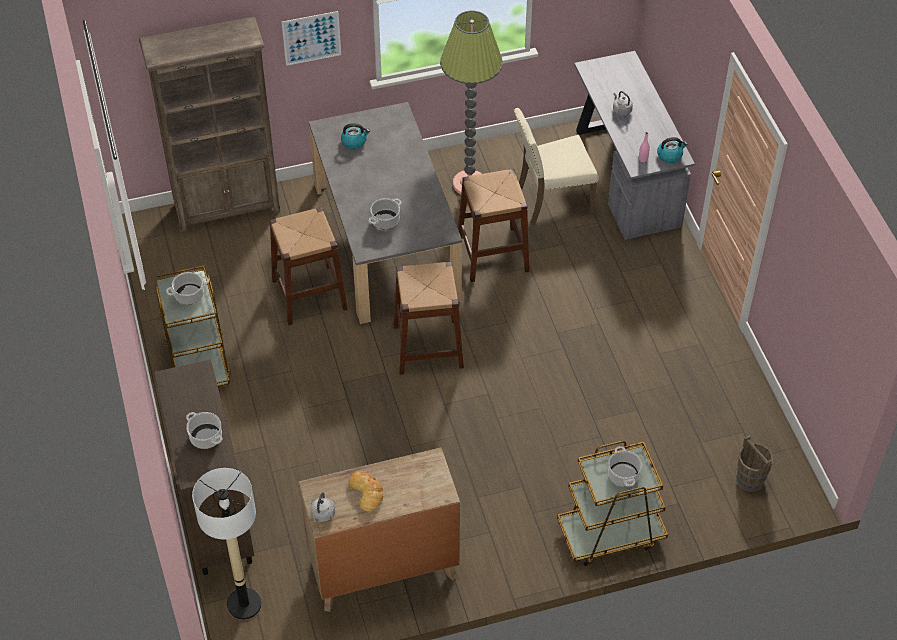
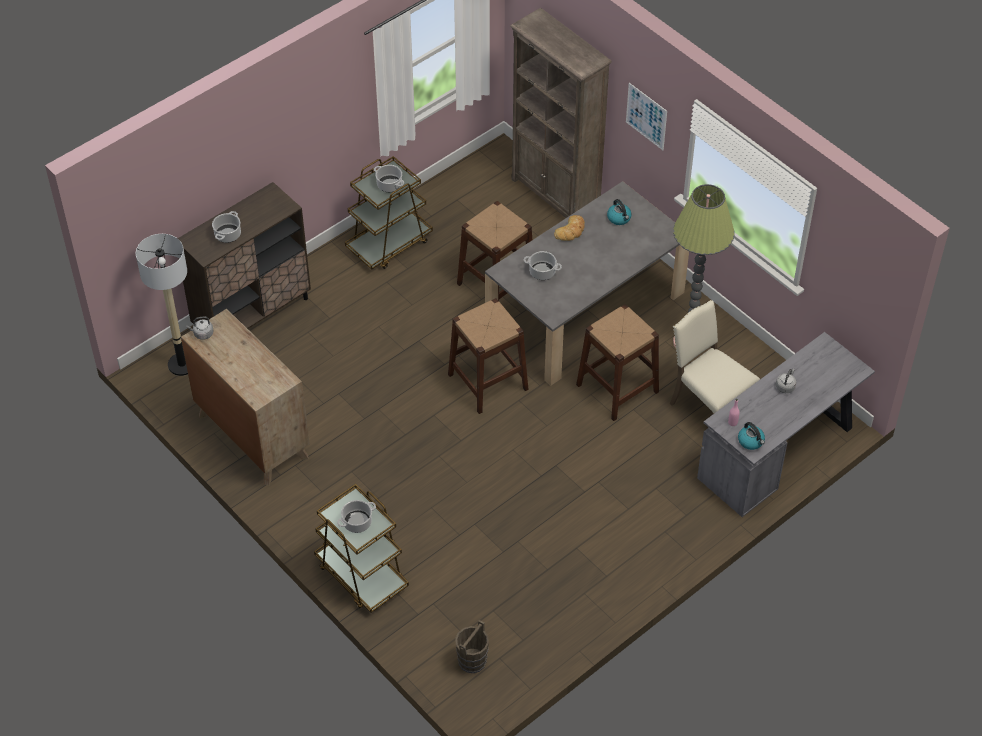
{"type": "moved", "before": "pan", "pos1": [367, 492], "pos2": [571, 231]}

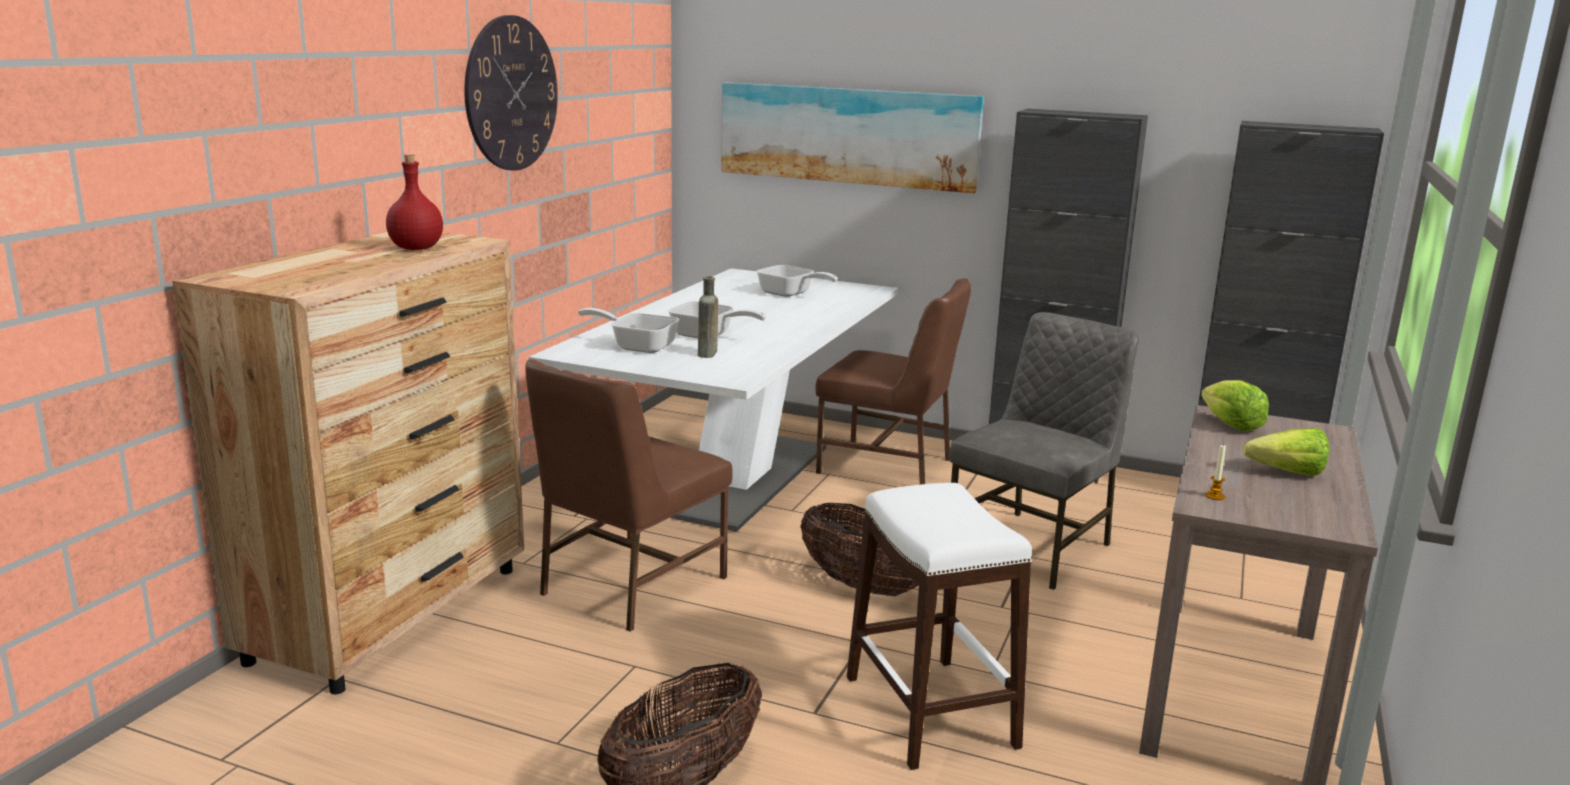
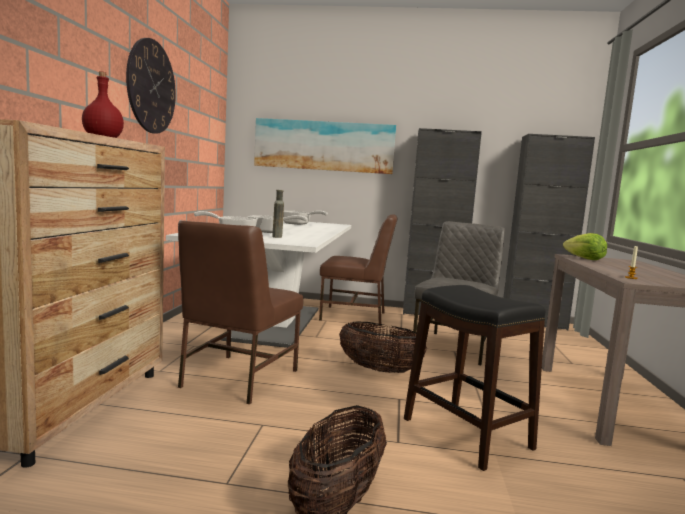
{"type": "removed", "before": "lechuga", "pos1": [1280, 472]}
{"type": "recoloured", "before": "taburete [blanco]", "after": "taburete [negro]", "pos1": [931, 711], "pos2": [467, 433]}

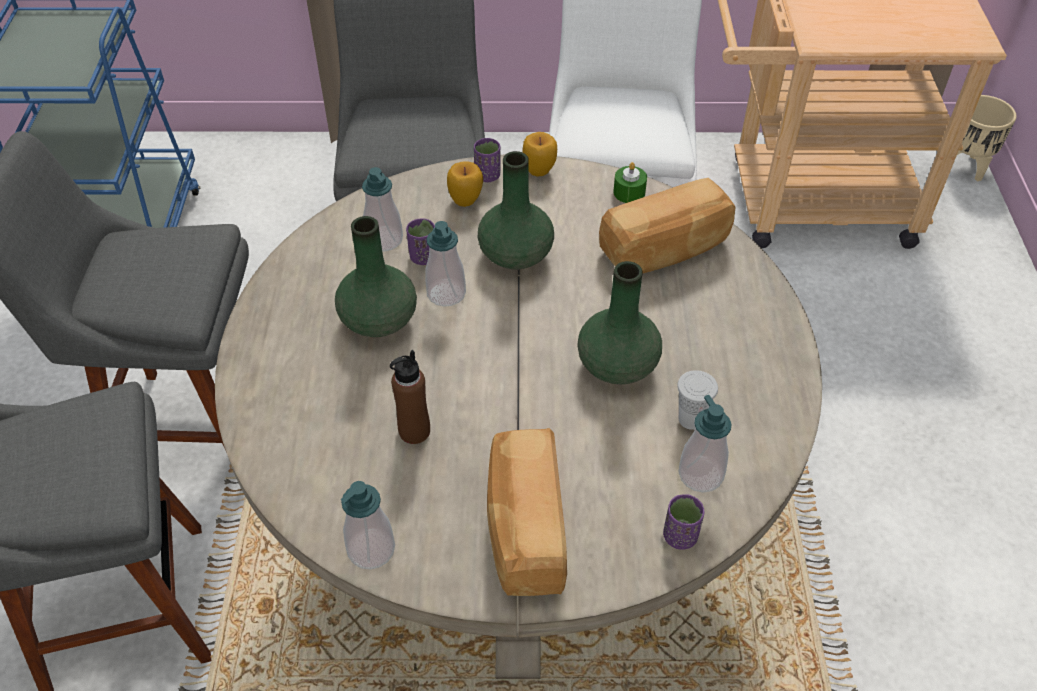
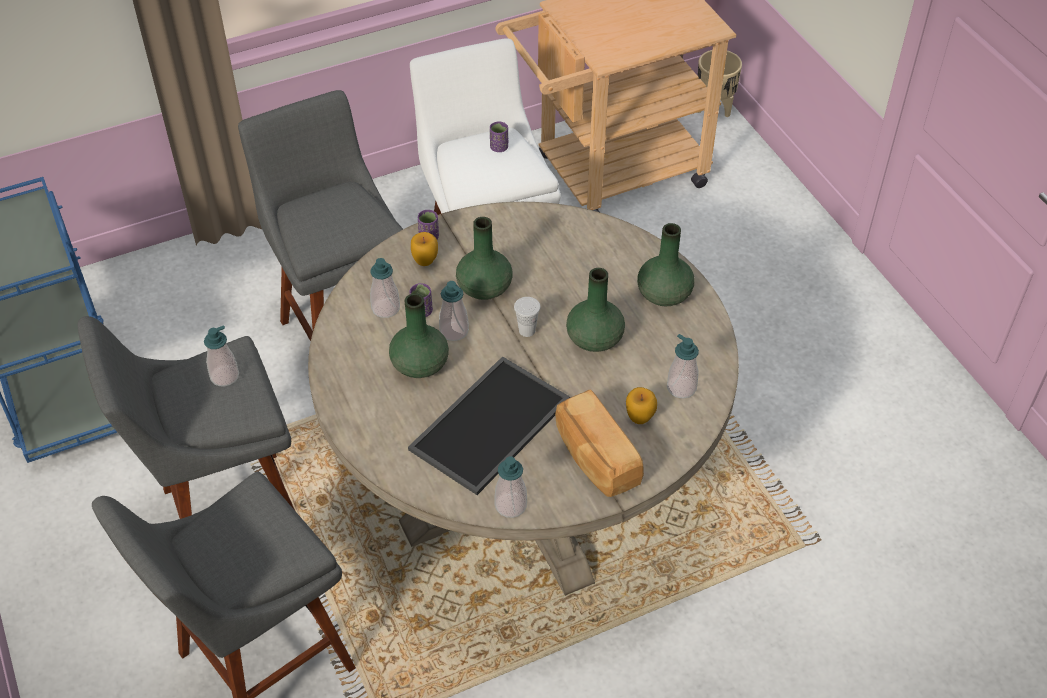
{"type": "moved", "before": "manzana", "pos1": [539, 170], "pos2": [639, 417]}
{"type": "removed", "before": "vela [verde]", "pos1": [629, 192]}
{"type": "removed", "before": "pan", "pos1": [666, 249]}
{"type": "replaced", "before": "botella [marrón]", "after": "bandeja", "pos1": [414, 431], "pos2": [491, 427]}
{"type": "moved", "before": "taza [blanco]", "pos1": [690, 419], "pos2": [527, 330]}
{"type": "moved", "before": "taza [morado]", "pos1": [680, 536], "pos2": [499, 147]}
{"type": "added", "after": "florero [verde]", "pos2": [664, 295]}
{"type": "added", "after": "dispensador de jabón", "pos2": [224, 376]}

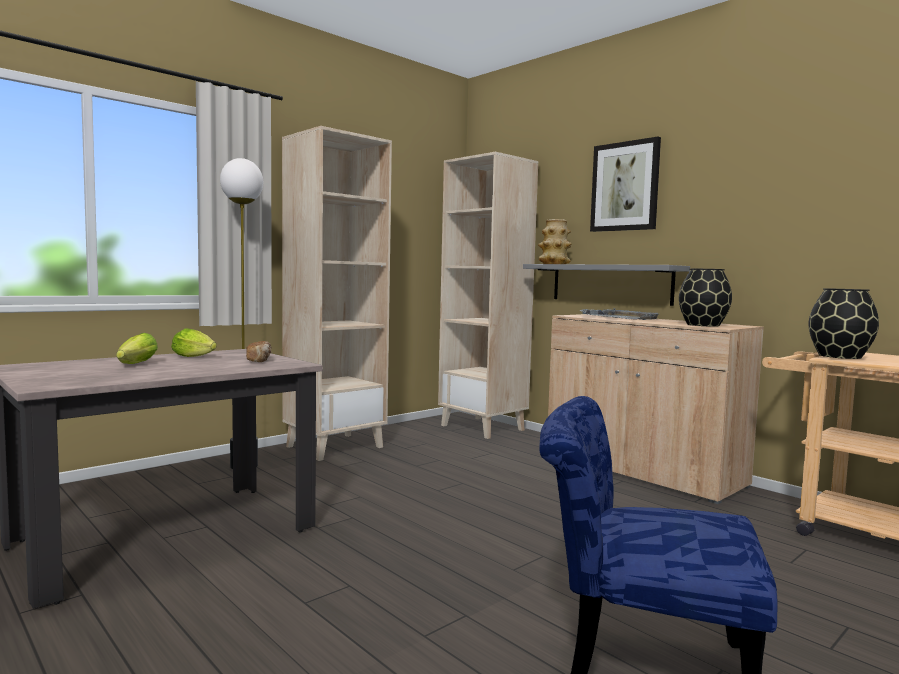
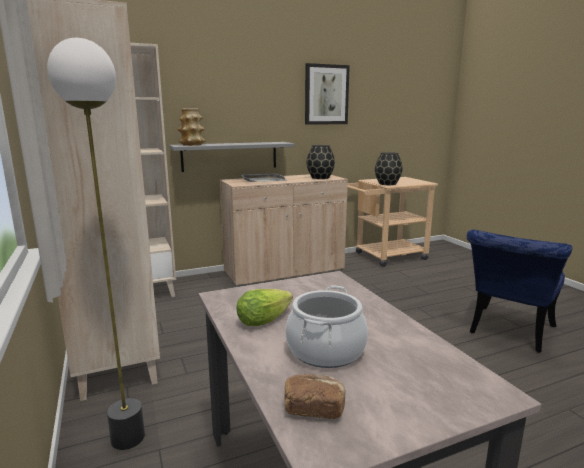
{"type": "moved", "before": "cuadro", "pos1": [625, 186], "pos2": [326, 95]}
{"type": "replaced", "before": "lechuga", "after": "olla", "pos1": [135, 364], "pos2": [325, 350]}
{"type": "moved", "before": "pan", "pos1": [259, 360], "pos2": [314, 409]}

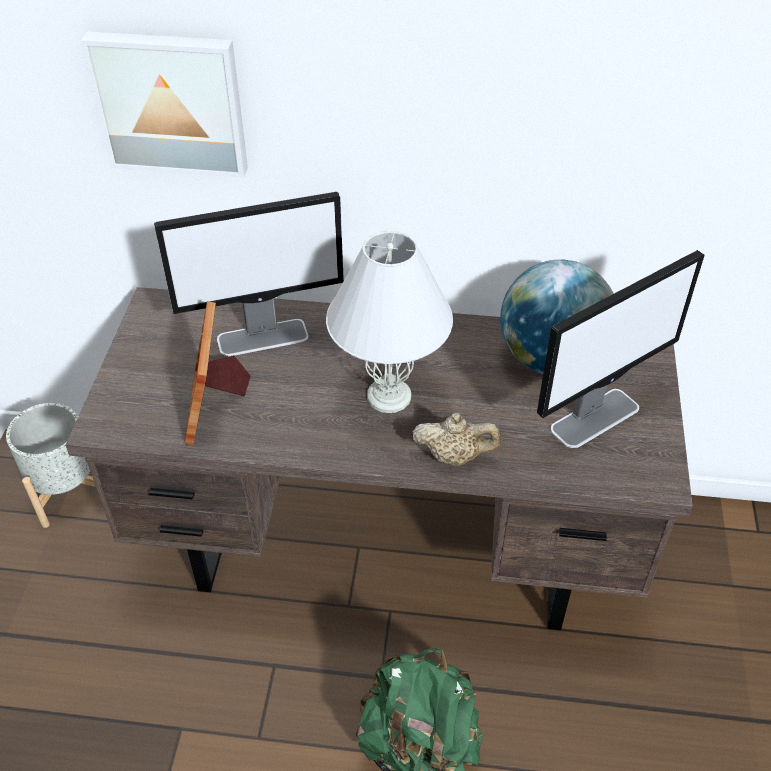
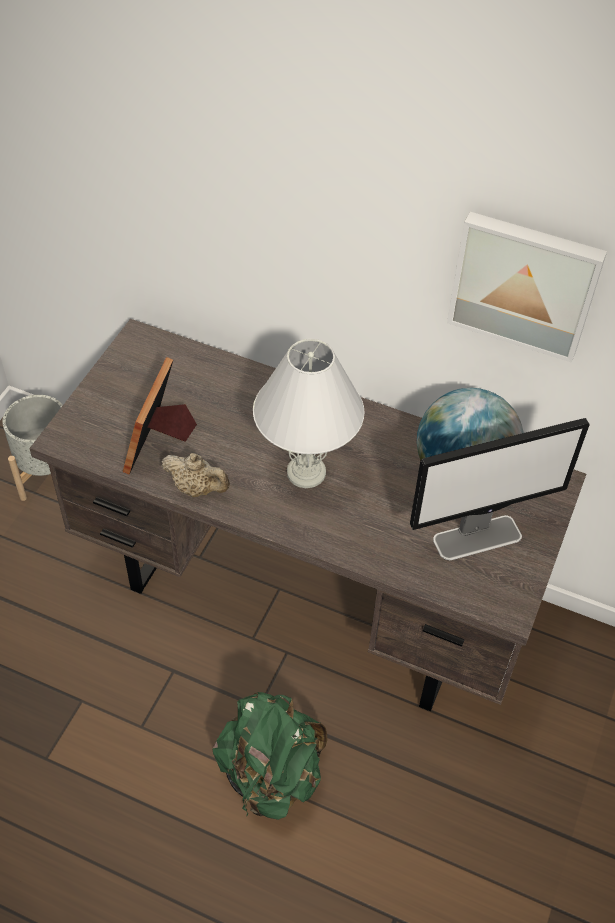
{"type": "moved", "before": "cuadro", "pos1": [170, 102], "pos2": [524, 284]}
{"type": "removed", "before": "monitor", "pos1": [264, 337]}
{"type": "moved", "before": "tetera [beis]", "pos1": [455, 456], "pos2": [197, 488]}

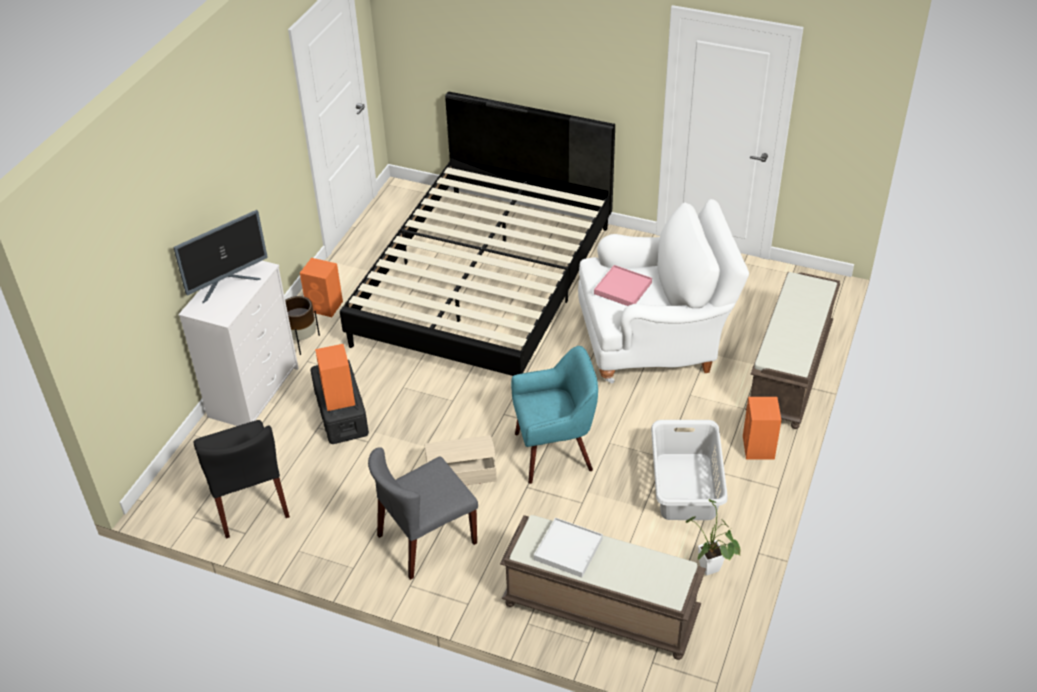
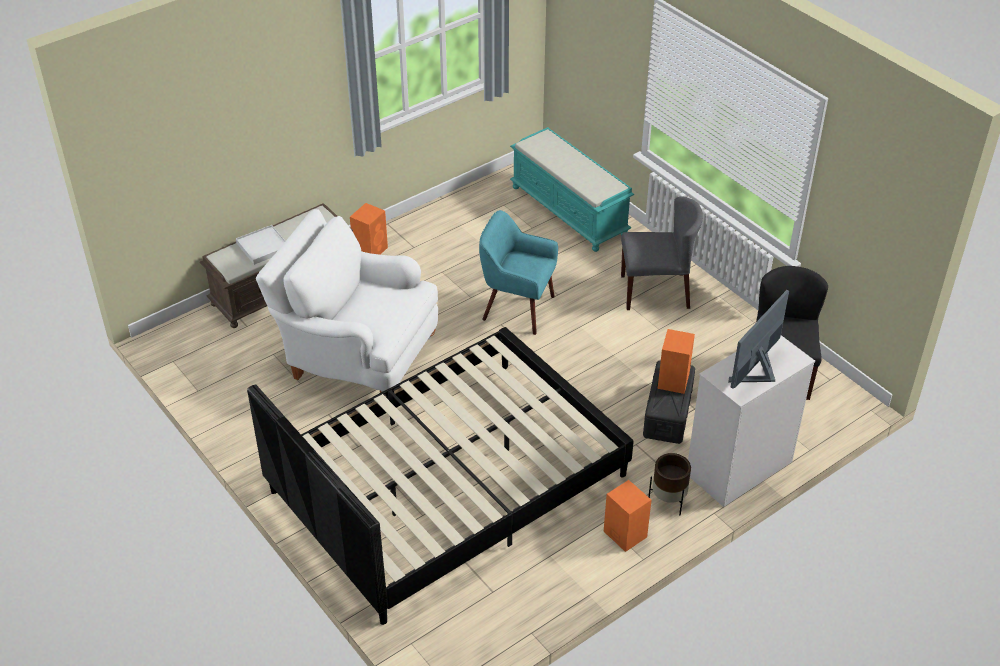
{"type": "turned", "before": "monitor", "pos1": [228, 283], "pos2": [757, 372], "turn": -45}
{"type": "removed", "before": "bandeja [rosa]", "pos1": [623, 288]}
{"type": "removed", "before": "cesto de la ropa [gris]", "pos1": [685, 487]}
{"type": "removed", "before": "caja de almacenaje [beis]", "pos1": [460, 473]}
{"type": "removed", "before": "planta en maceta", "pos1": [711, 572]}
{"type": "recoloured", "before": "banco [marrón]", "after": "banco [turquesa]", "pos1": [599, 610], "pos2": [570, 211]}
{"type": "moved", "before": "bandeja [blanco]", "pos1": [568, 549], "pos2": [263, 246]}

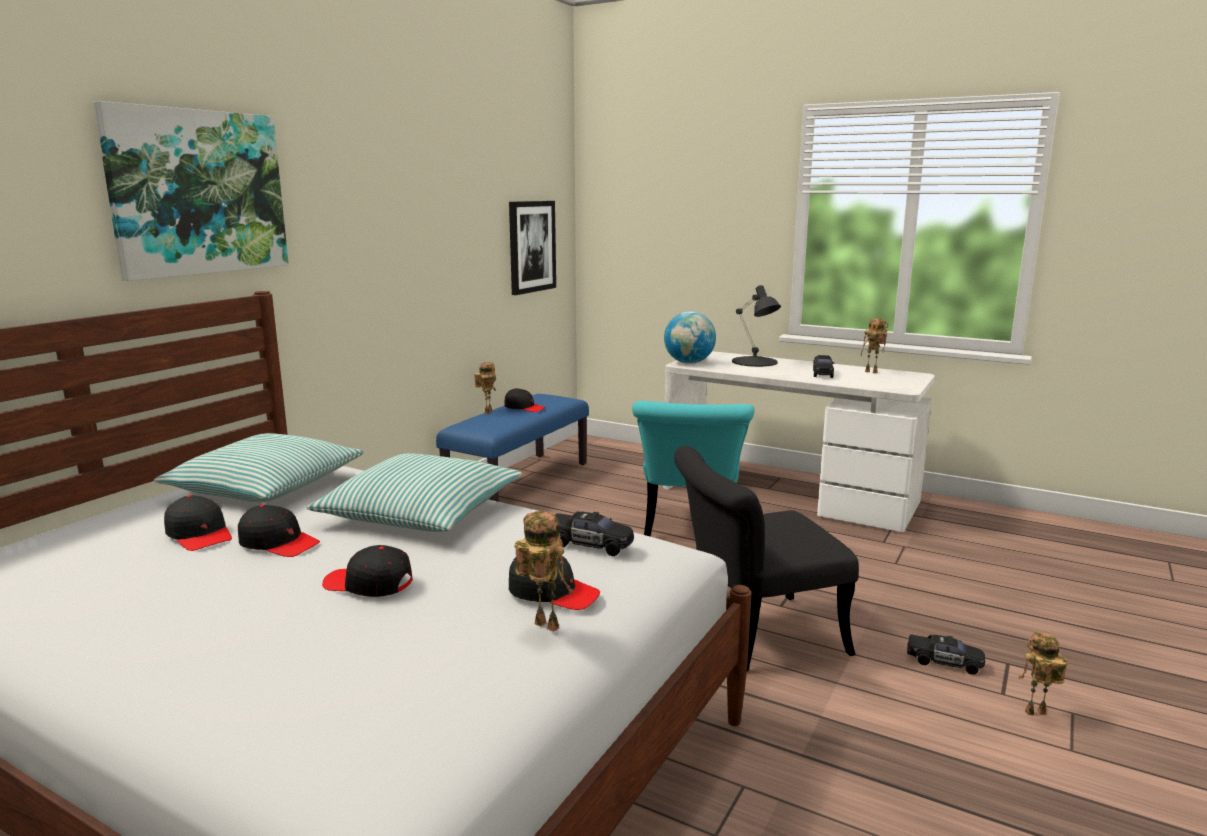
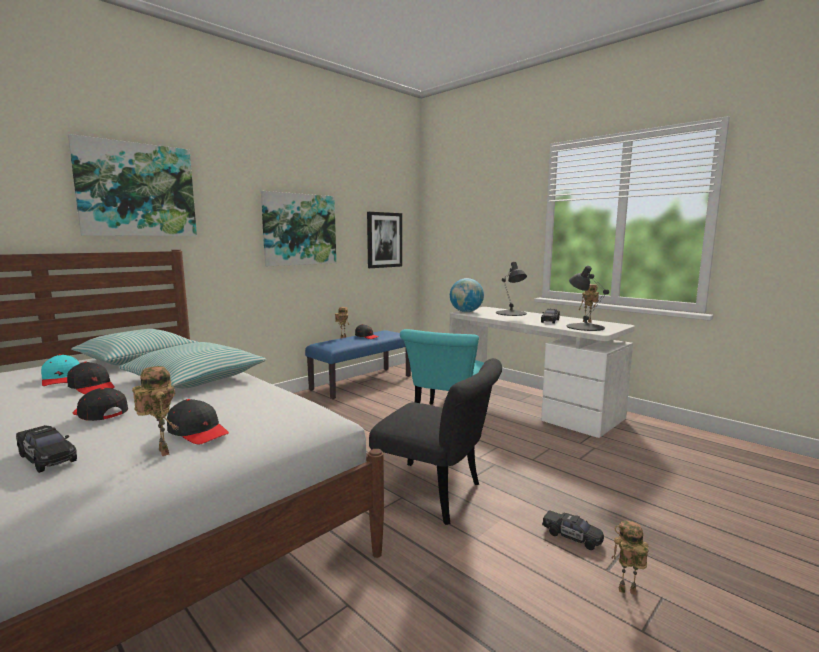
{"type": "turned", "before": "silla [negro]", "pos1": [753, 636], "pos2": [437, 495], "turn": -150}
{"type": "recoloured", "before": "gorra [negro]", "after": "gorra [turquesa]", "pos1": [200, 535], "pos2": [61, 378]}
{"type": "moved", "before": "coche de juguete [negro]", "pos1": [589, 544], "pos2": [47, 458]}
{"type": "added", "after": "cuadro", "pos2": [299, 229]}
{"type": "added", "after": "lámpara de mesa [negro]", "pos2": [585, 327]}

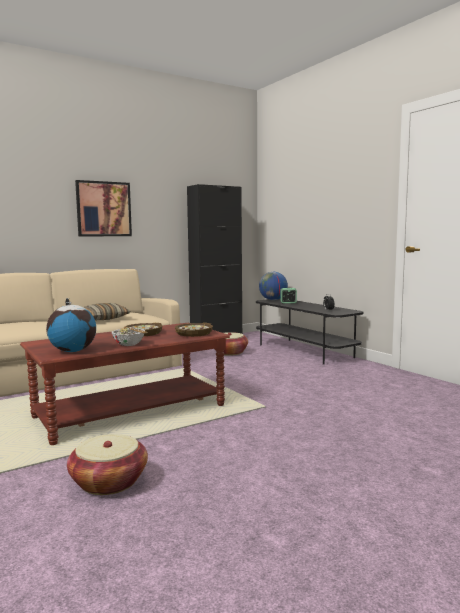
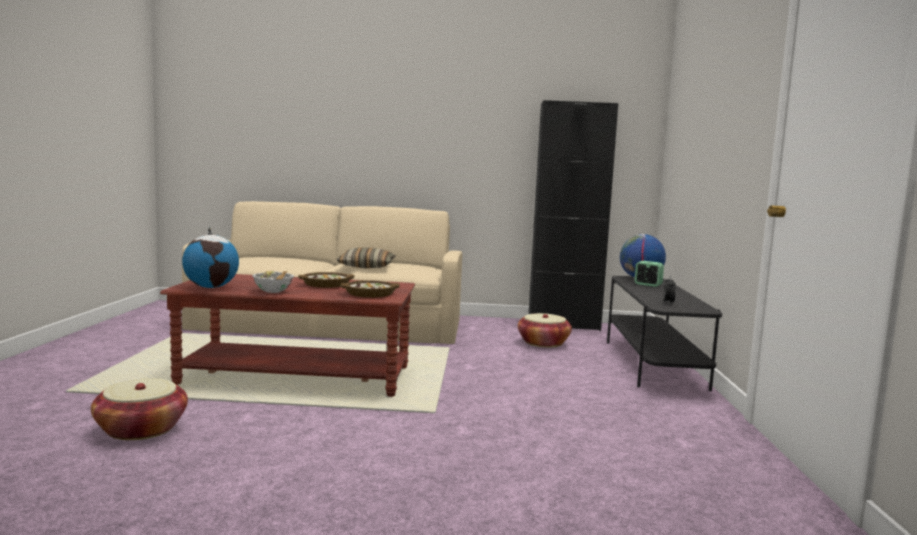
{"type": "removed", "before": "cuadro", "pos1": [103, 209]}

